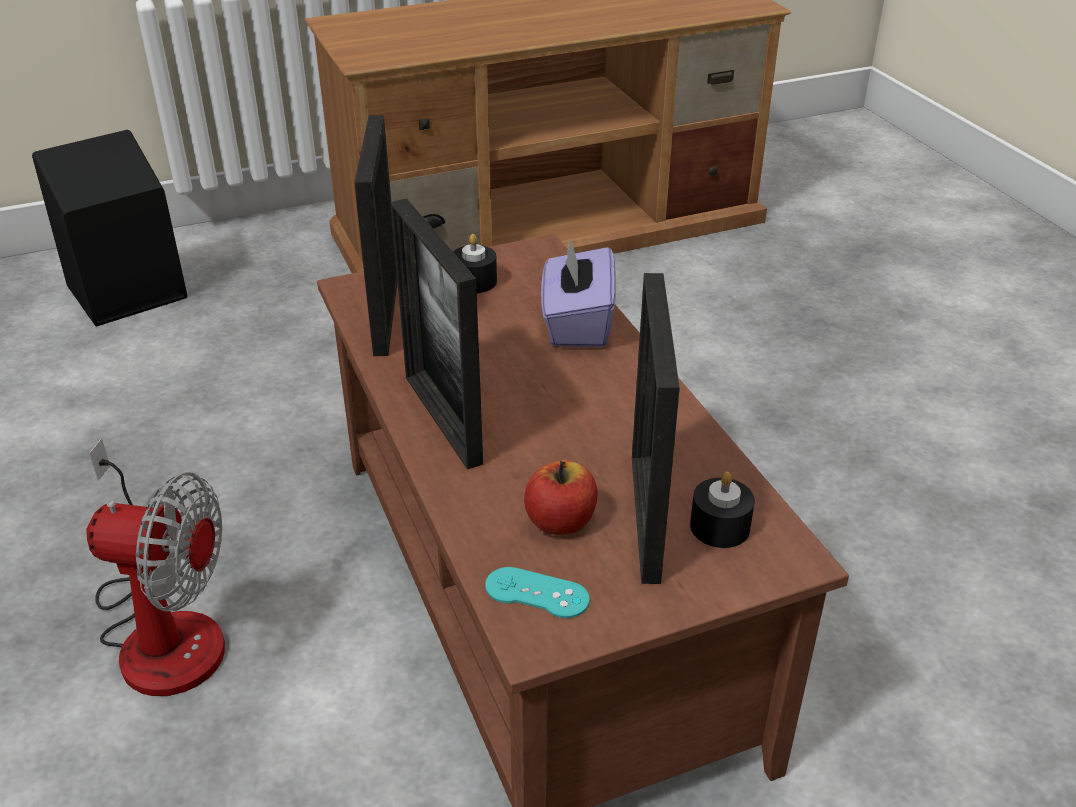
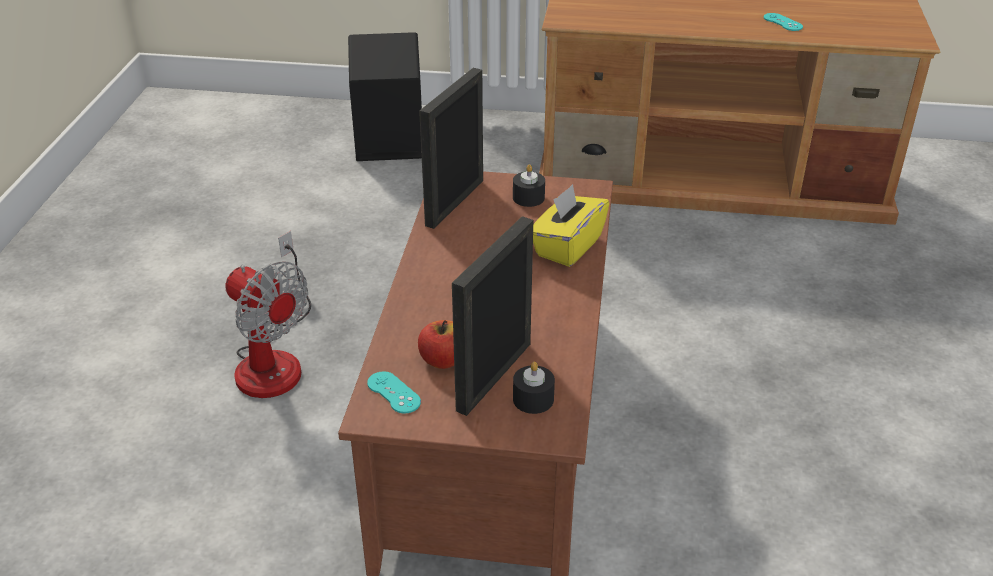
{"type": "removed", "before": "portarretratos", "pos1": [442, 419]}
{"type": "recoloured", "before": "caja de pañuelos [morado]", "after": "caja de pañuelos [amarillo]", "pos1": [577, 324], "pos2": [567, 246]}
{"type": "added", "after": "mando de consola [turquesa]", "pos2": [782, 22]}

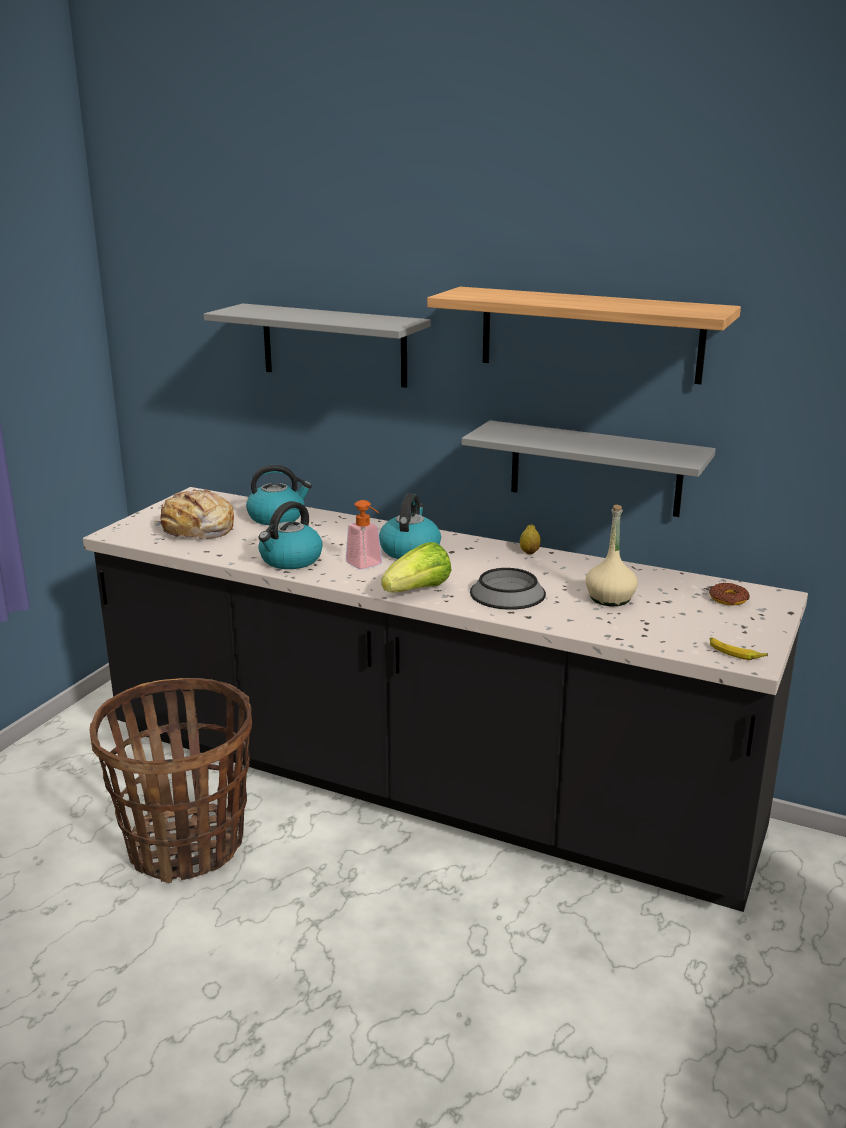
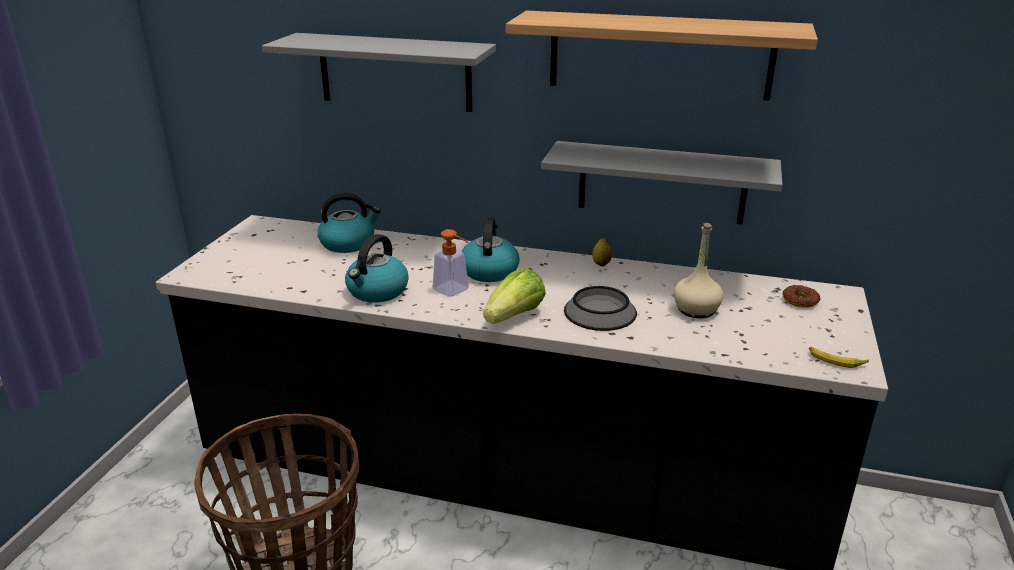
{"type": "removed", "before": "pan", "pos1": [197, 530]}

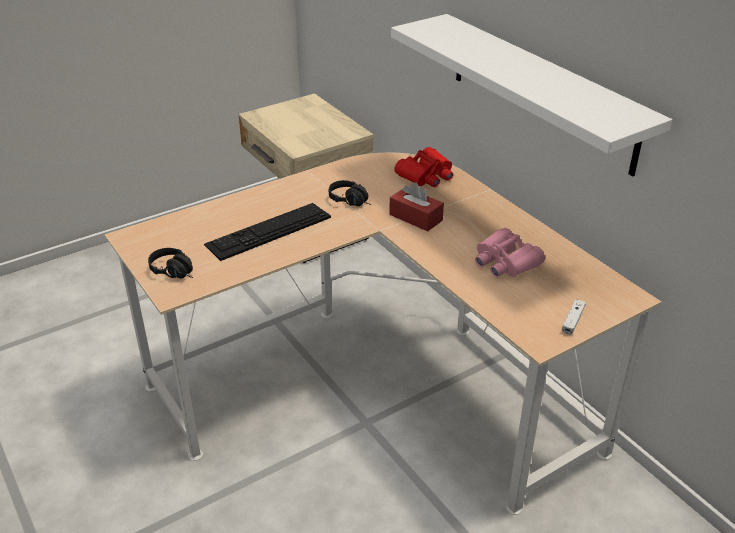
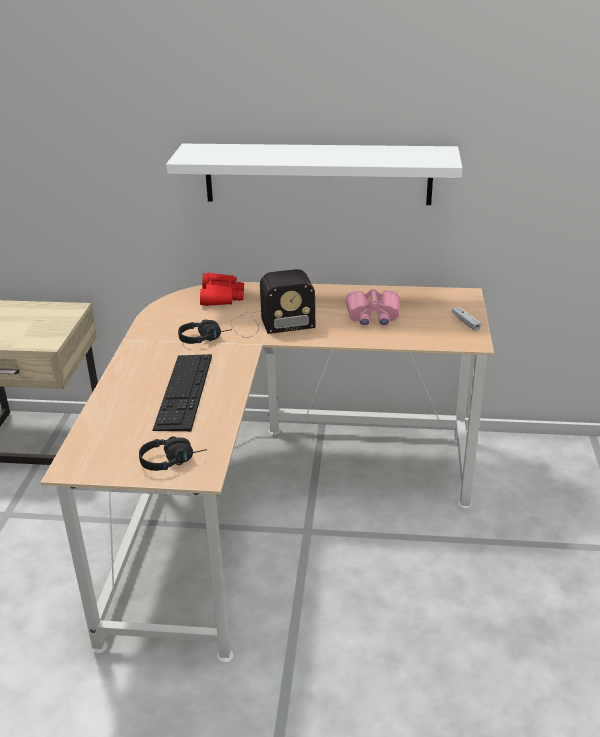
{"type": "replaced", "before": "caja de pañuelos [rojo]", "after": "radio", "pos1": [415, 217], "pos2": [269, 323]}

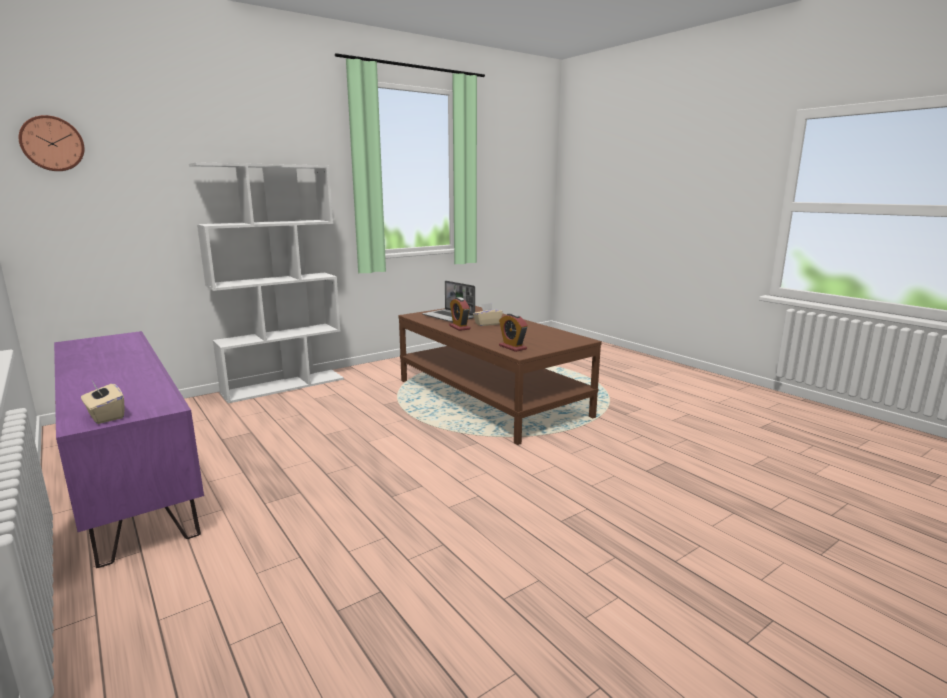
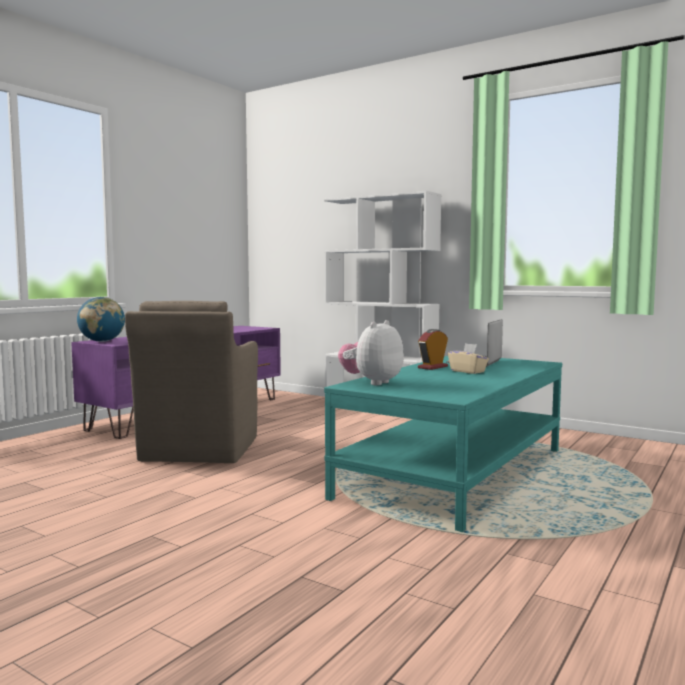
{"type": "removed", "before": "reloj de pared", "pos1": [52, 144]}
{"type": "recoloured", "before": "mesa de centro [marrón]", "after": "mesa de centro [turquesa]", "pos1": [490, 398], "pos2": [455, 473]}
{"type": "replaced", "before": "despertador", "after": "peluche", "pos1": [512, 347], "pos2": [372, 382]}
{"type": "replaced", "before": "caja de pañuelos [beis]", "after": "globo terráqueo", "pos1": [105, 416], "pos2": [102, 341]}
{"type": "added", "after": "sillón [marrón]", "pos2": [198, 450]}

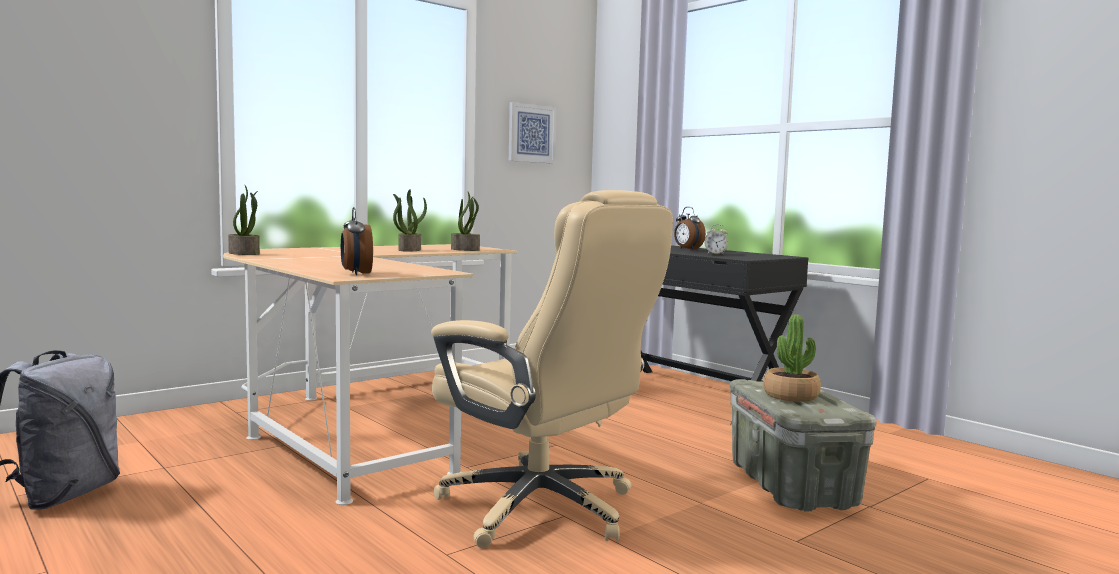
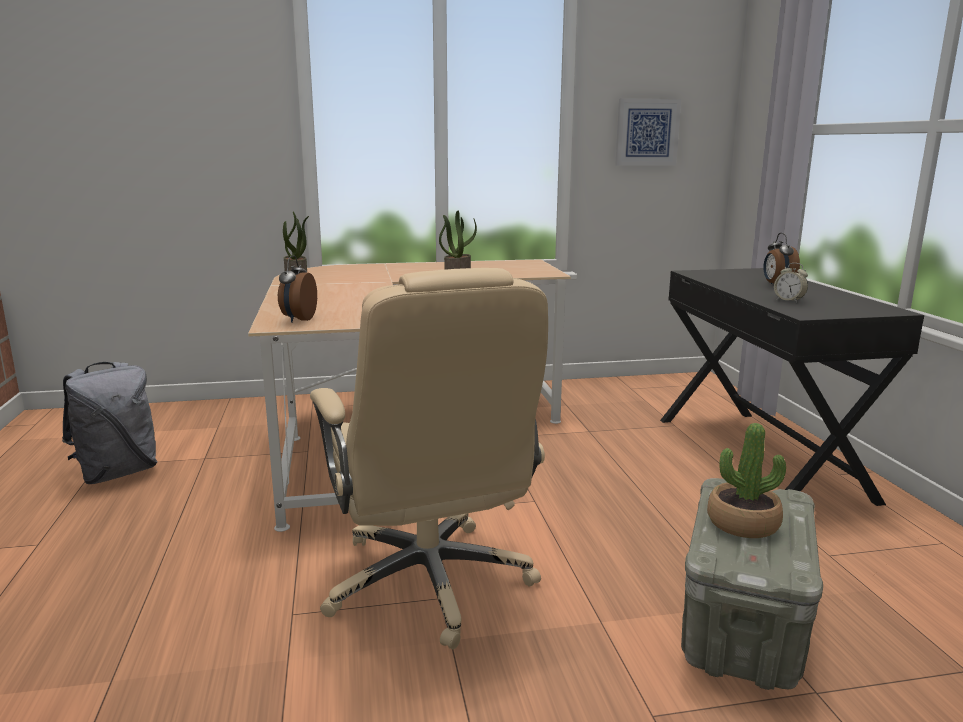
{"type": "removed", "before": "planta en maceta", "pos1": [465, 249]}

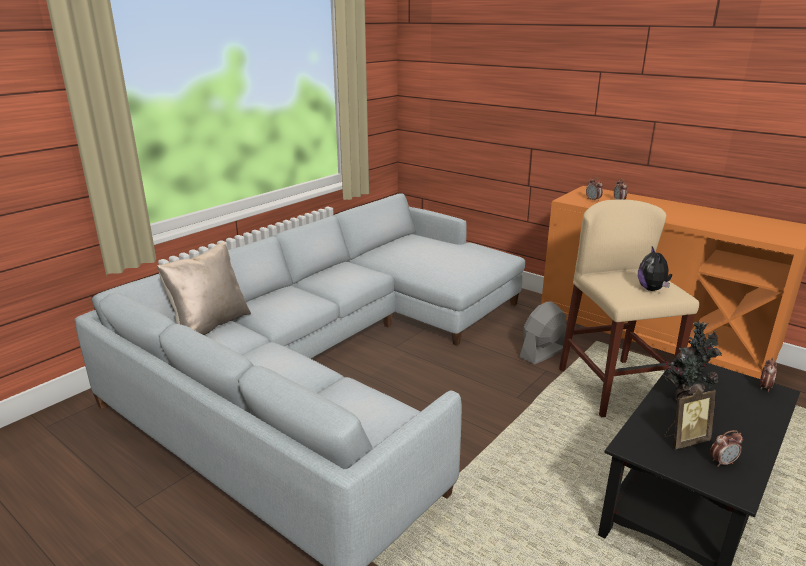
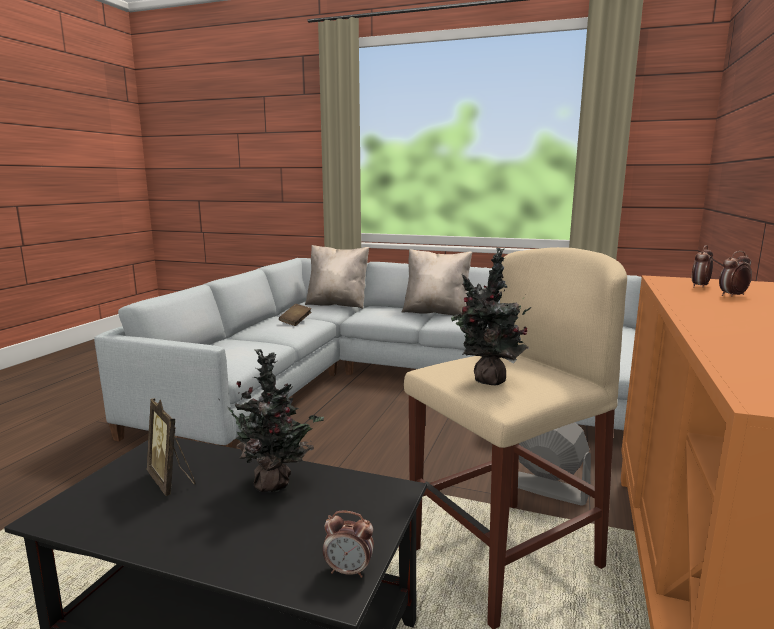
{"type": "replaced", "before": "peluche", "after": "planta en maceta", "pos1": [652, 289], "pos2": [488, 381]}
{"type": "removed", "before": "despertador", "pos1": [722, 462]}
{"type": "added", "after": "cojín [beis]", "pos2": [436, 312]}
{"type": "added", "after": "libro [marrón]", "pos2": [295, 322]}

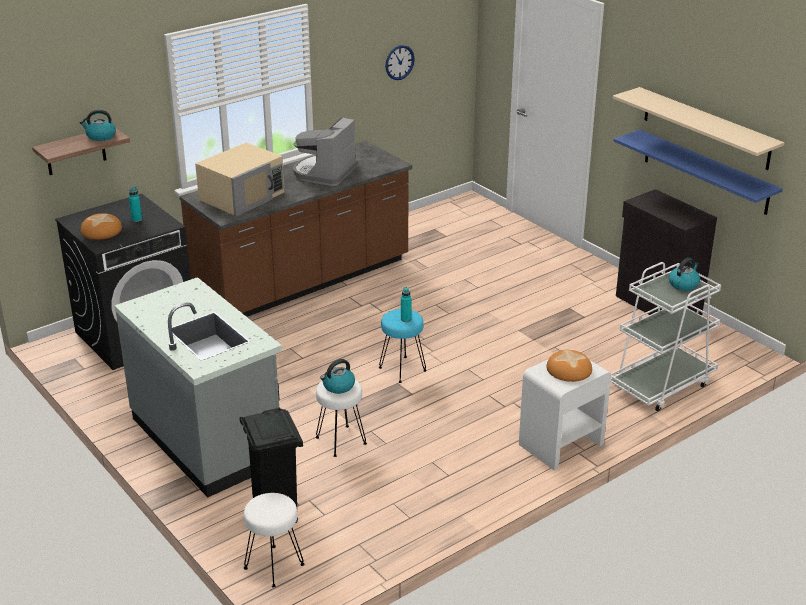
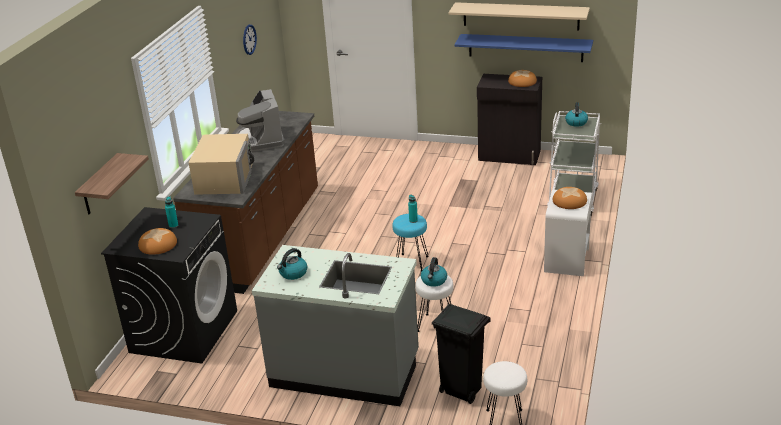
{"type": "moved", "before": "hervidor", "pos1": [100, 136], "pos2": [293, 273]}
{"type": "added", "after": "pan", "pos2": [522, 82]}

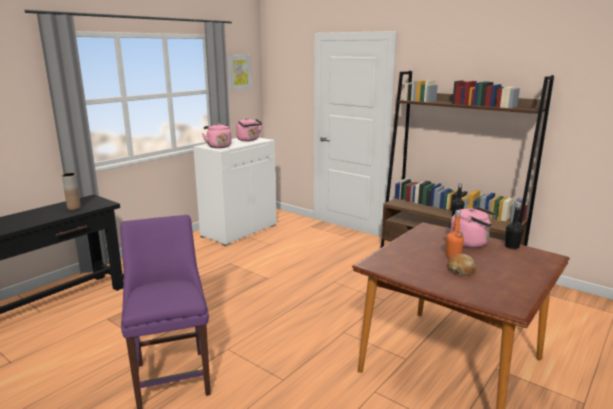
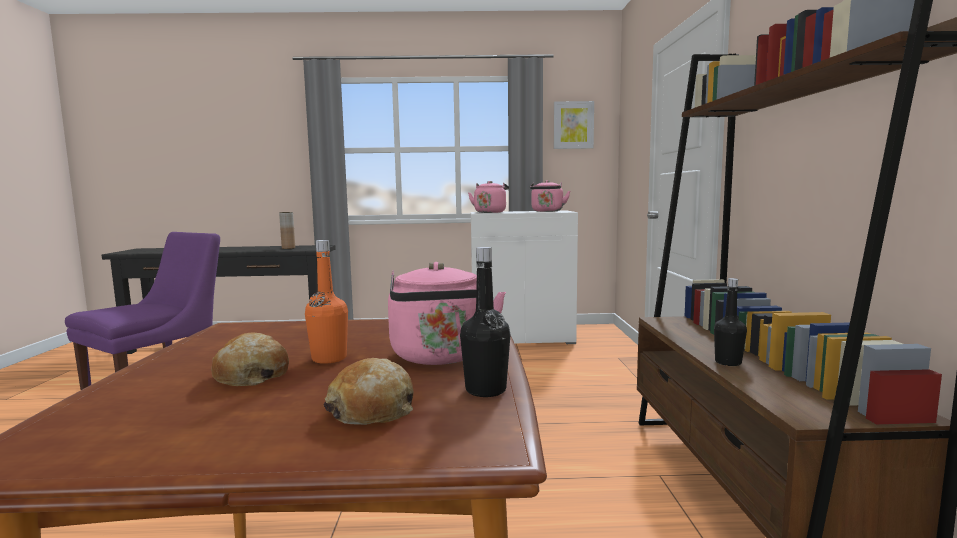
{"type": "added", "after": "pan", "pos2": [372, 409]}

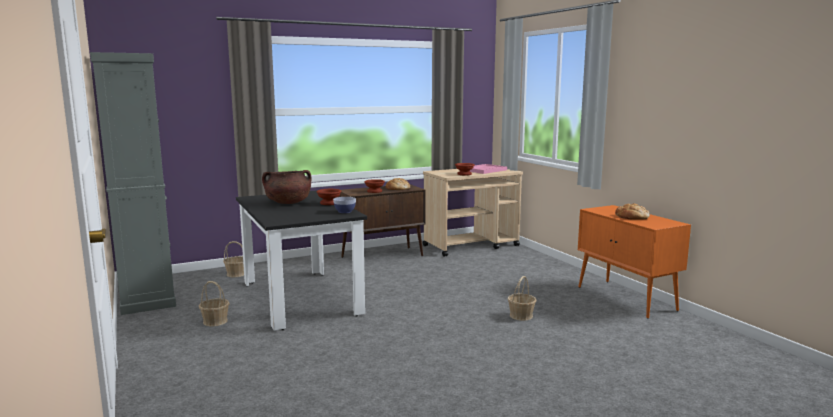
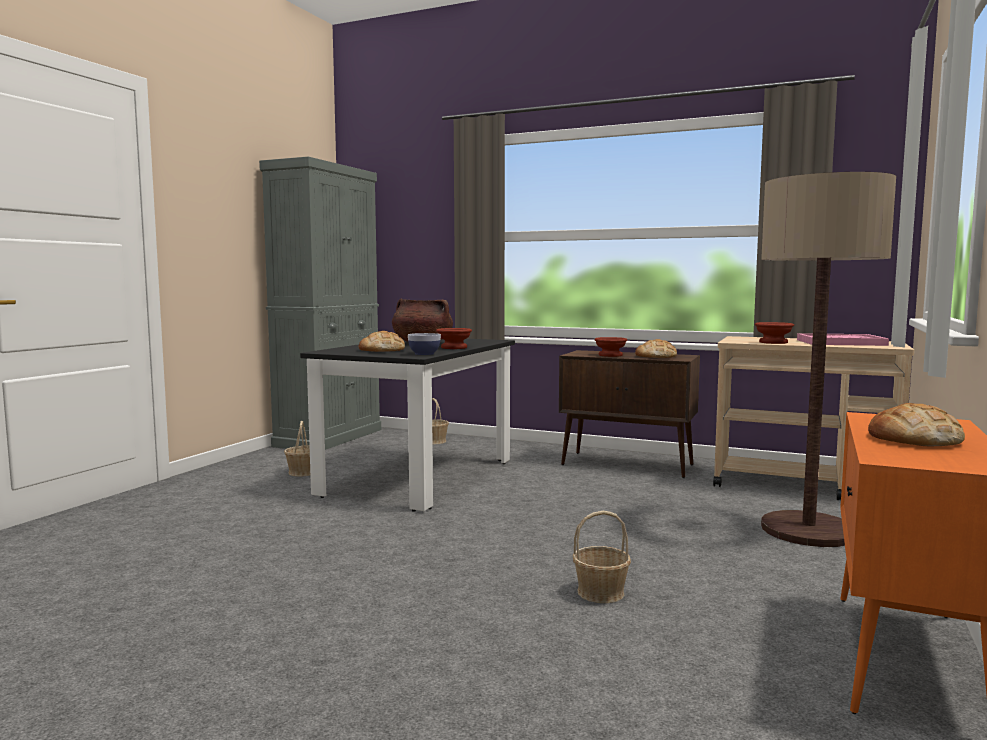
{"type": "added", "after": "lámpara de pie", "pos2": [808, 530]}
{"type": "added", "after": "pan", "pos2": [381, 350]}

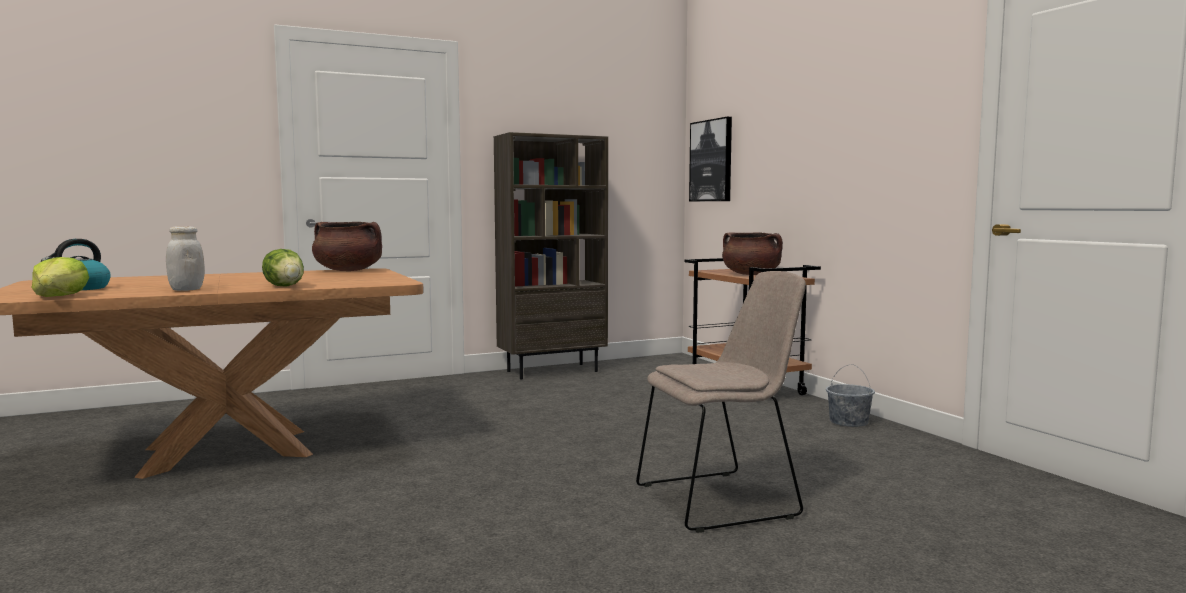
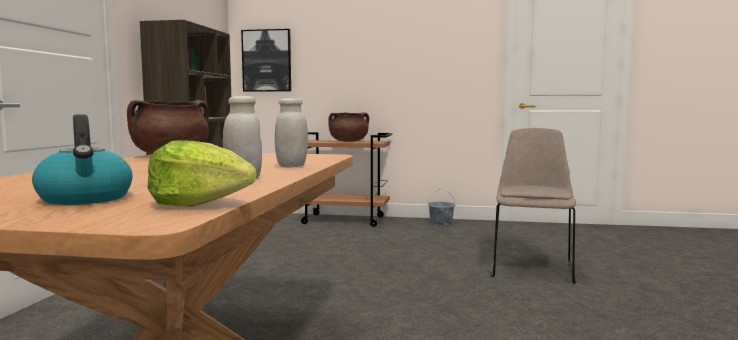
{"type": "replaced", "before": "lechuga", "after": "tarro [blanco]", "pos1": [285, 286], "pos2": [292, 166]}

